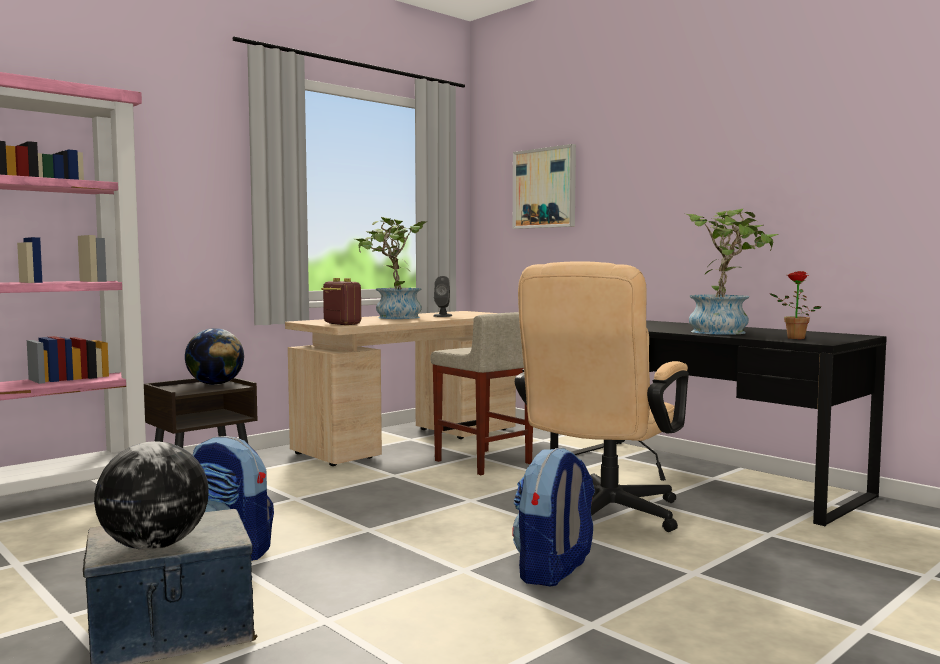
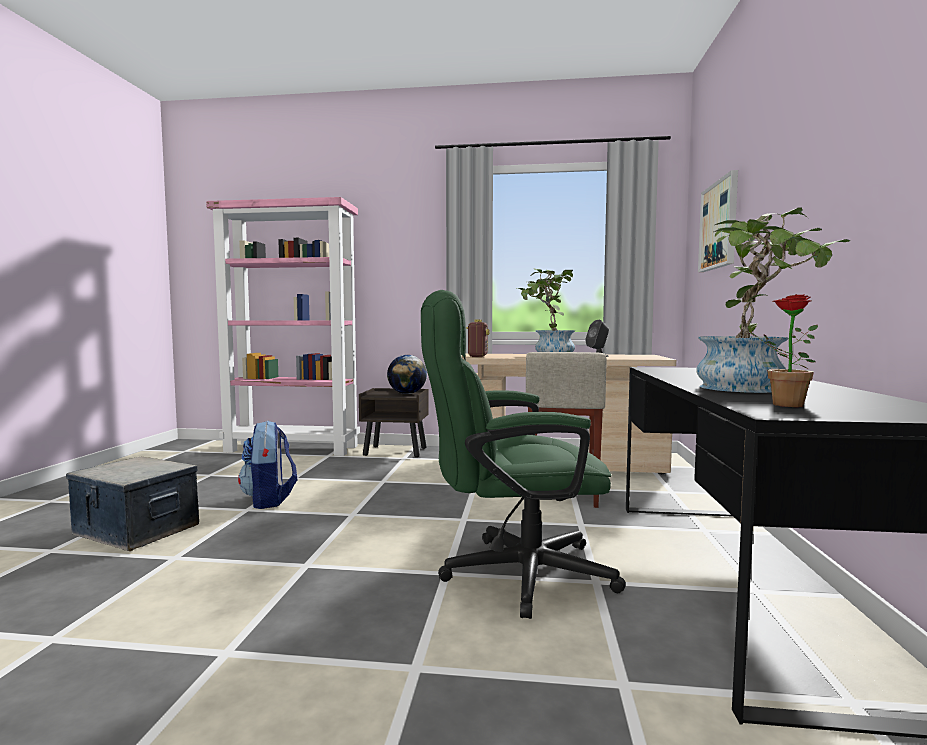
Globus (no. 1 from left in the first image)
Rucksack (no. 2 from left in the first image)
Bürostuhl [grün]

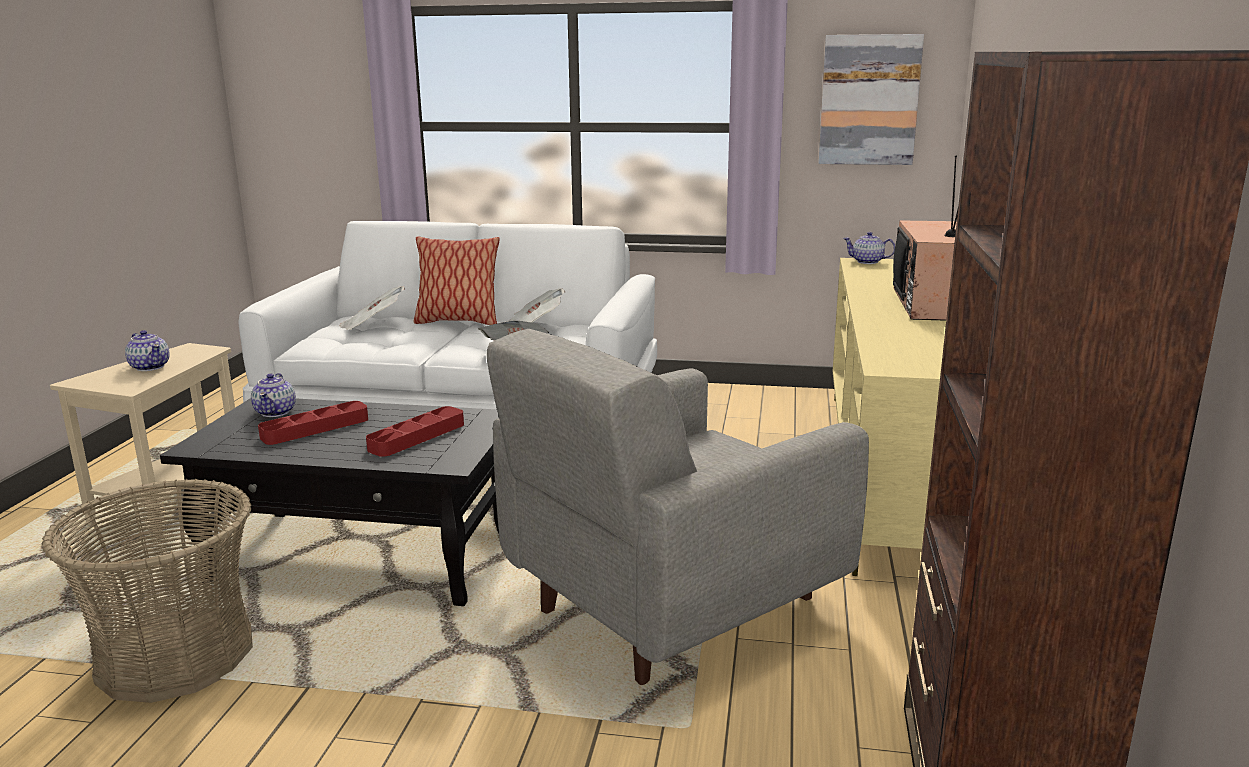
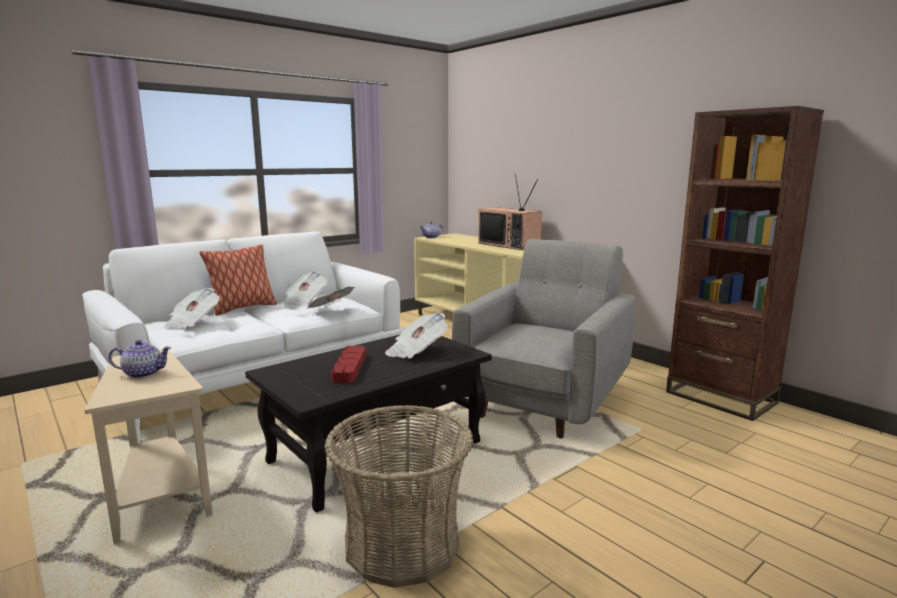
Teekanne (no. 2 from left in the first image)
Zeitung (no. 4 from left)
Sessel [grau]
Bild

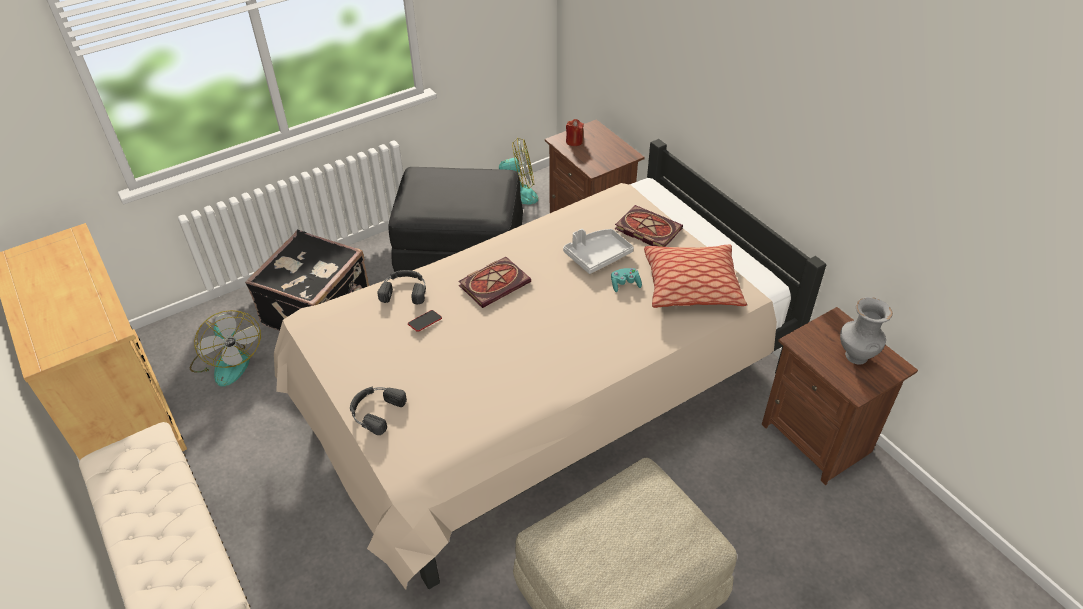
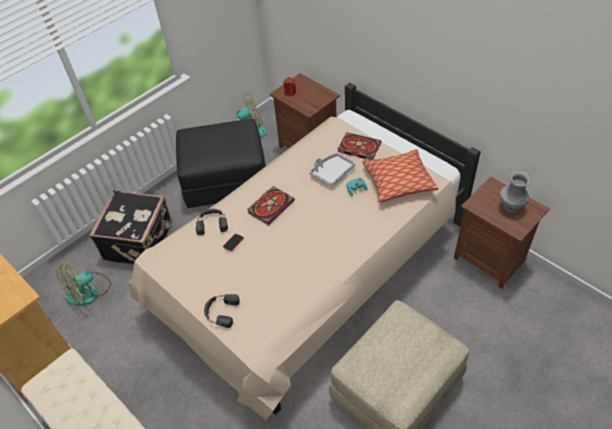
Ventilator (no. 1 from left)

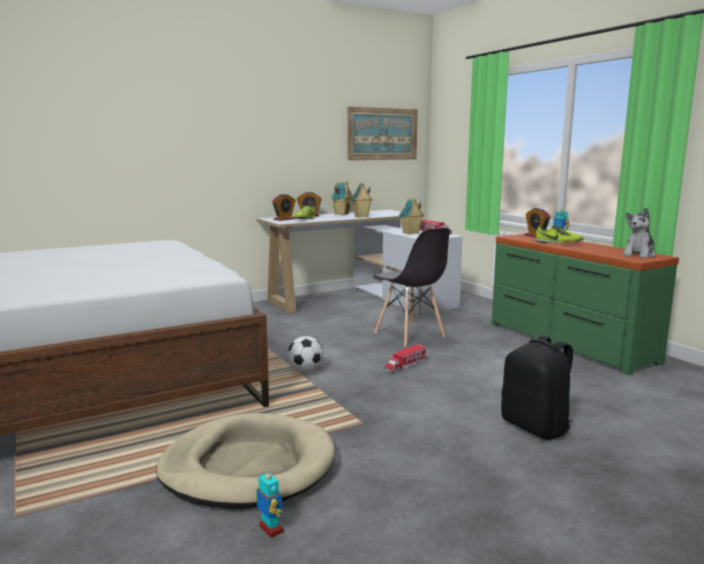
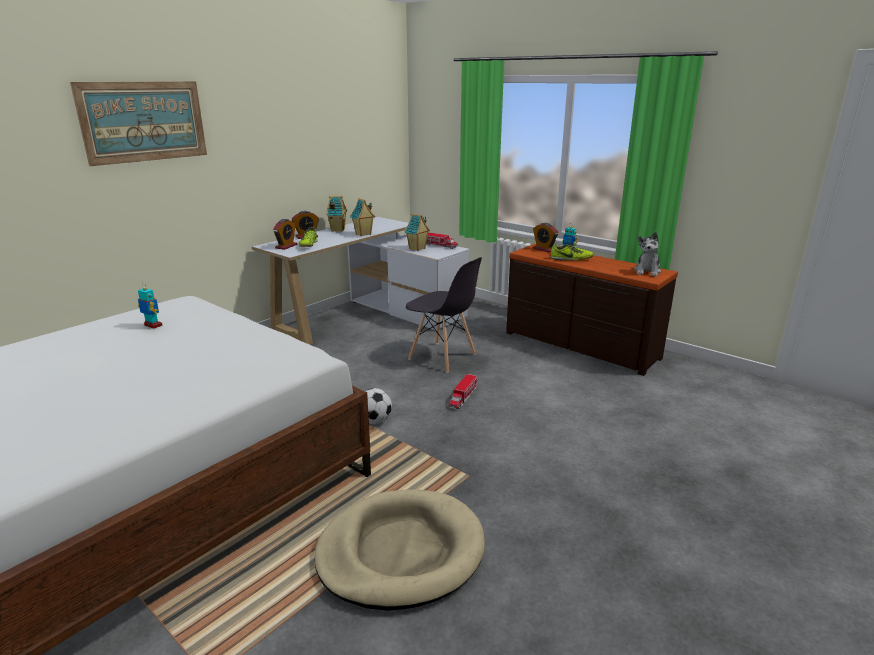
Spielzeugroboter (no. 1 from left)
Bild
Kommode [braun]
Rucksack [schwarz]

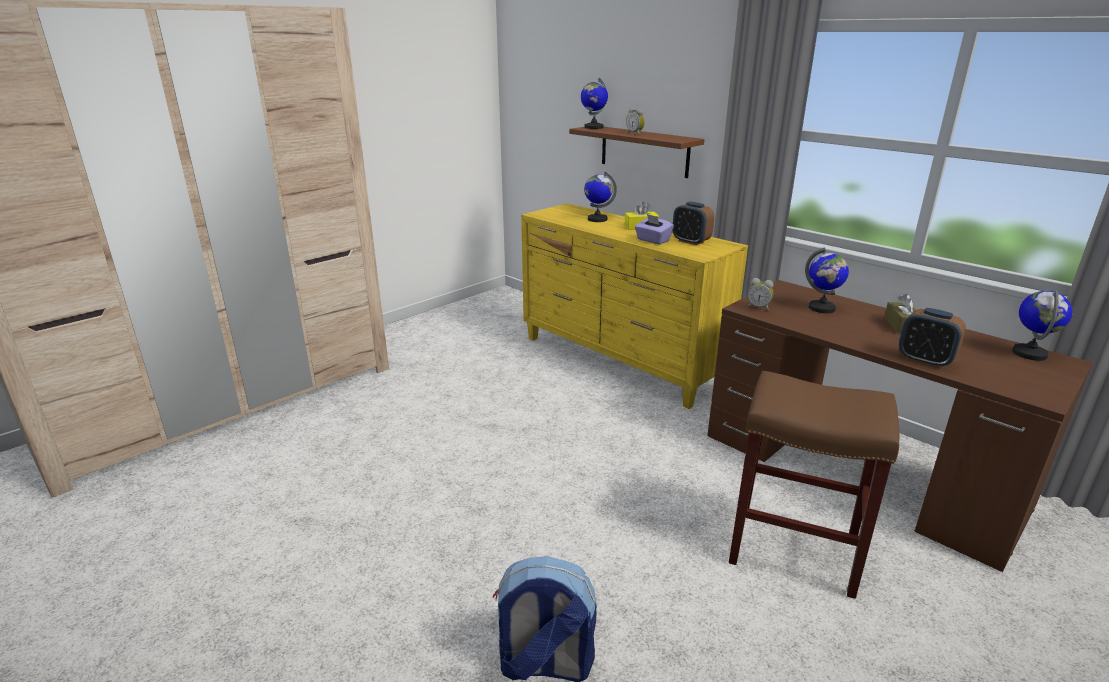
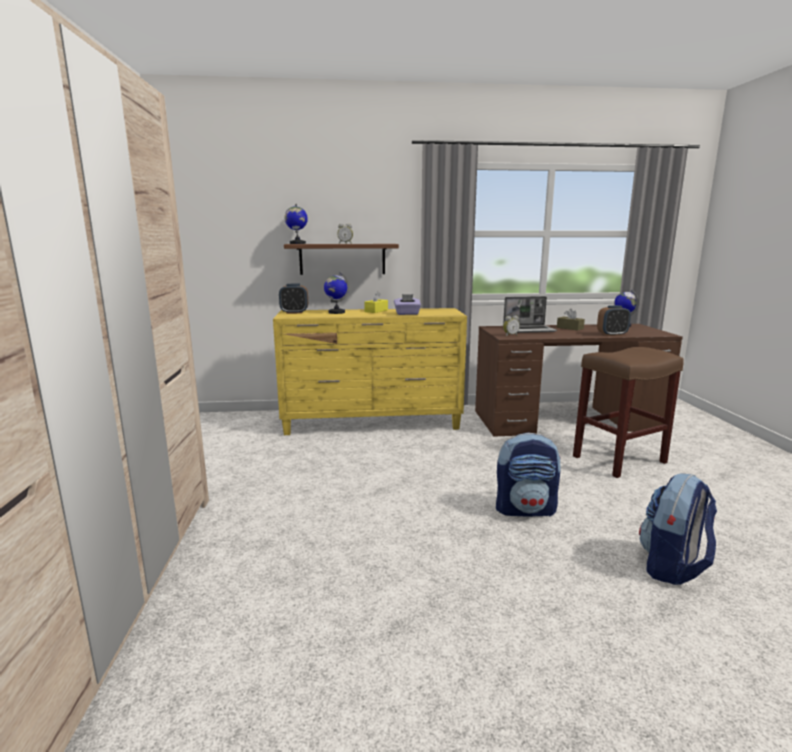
Wecker (no. 1 from left)
Laptop
Rucksack (no. 1 from left)

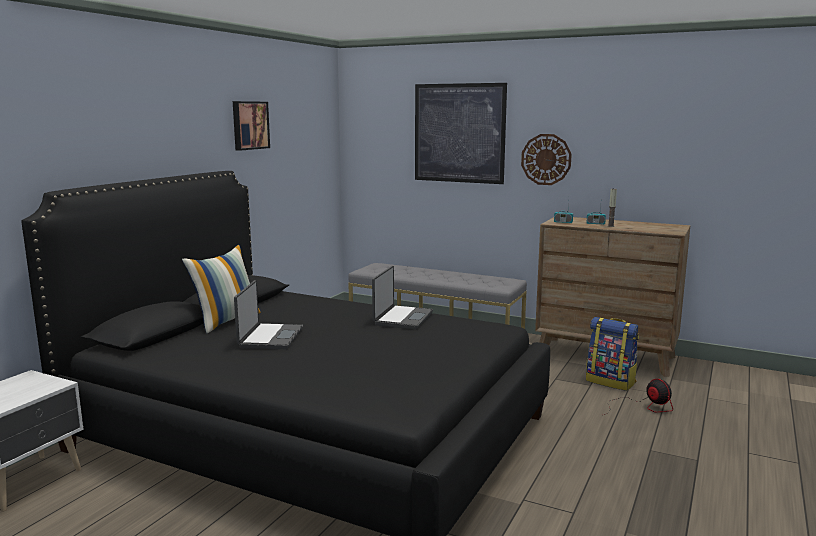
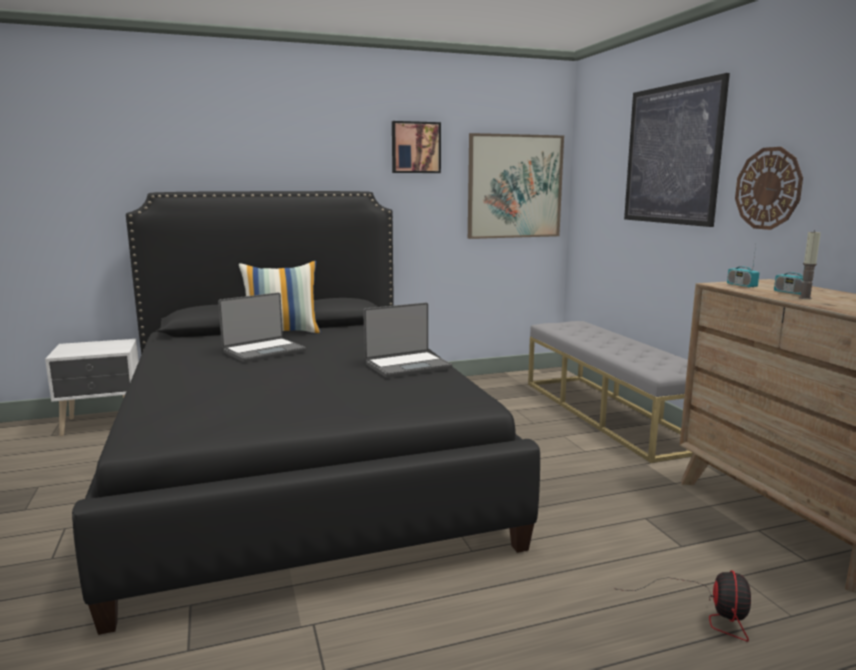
Rucksack
Bild (no. 2 from left)

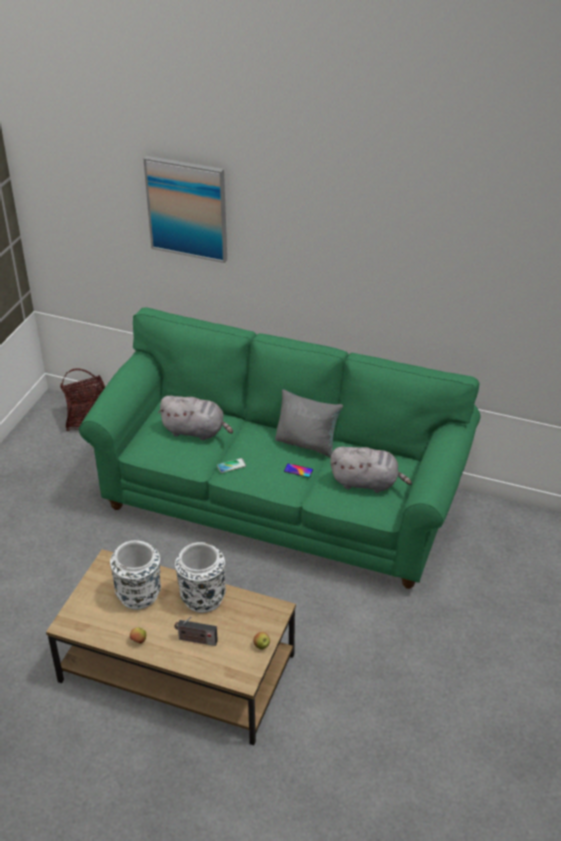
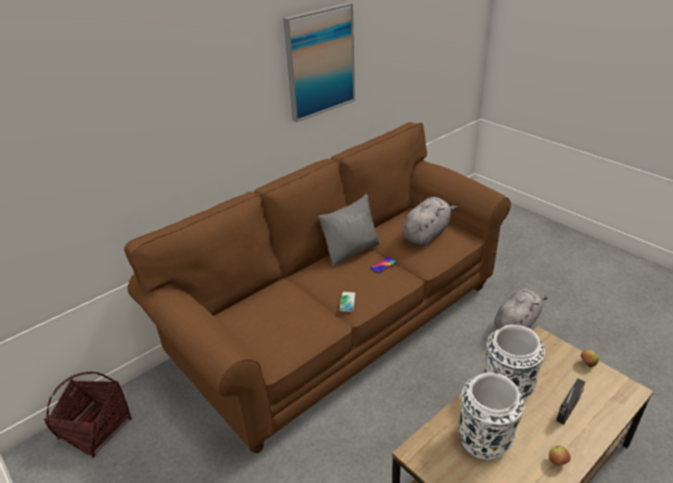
Sofa [braun]
Bild
Plüschtier [grau] (no. 2 from left)

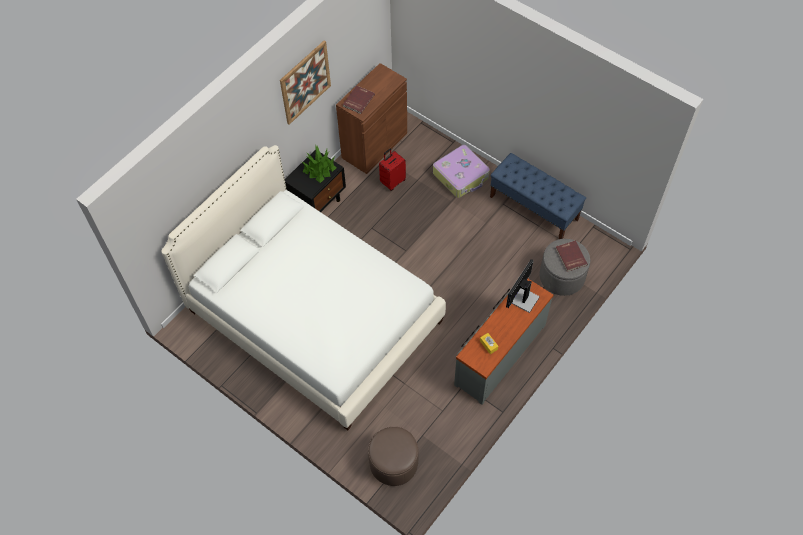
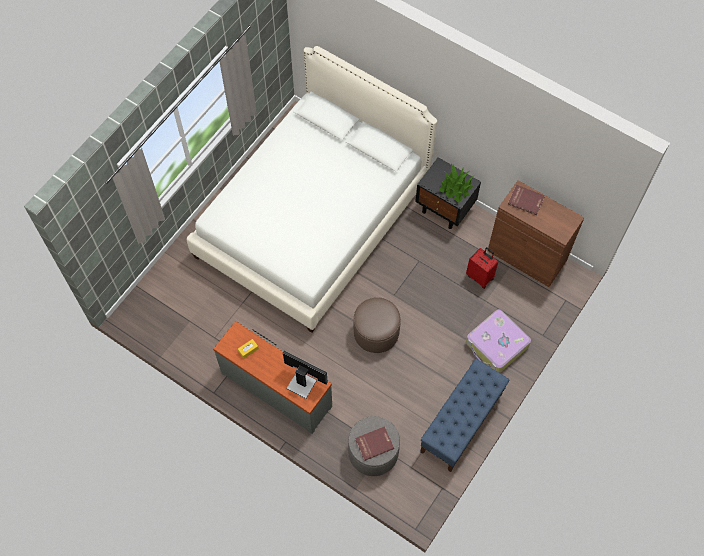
Bild
Polsterhocker [braun]

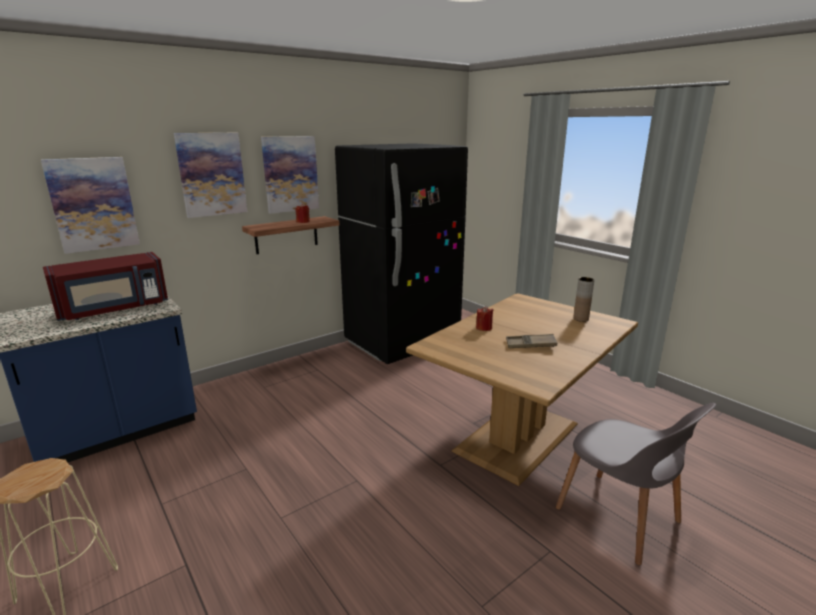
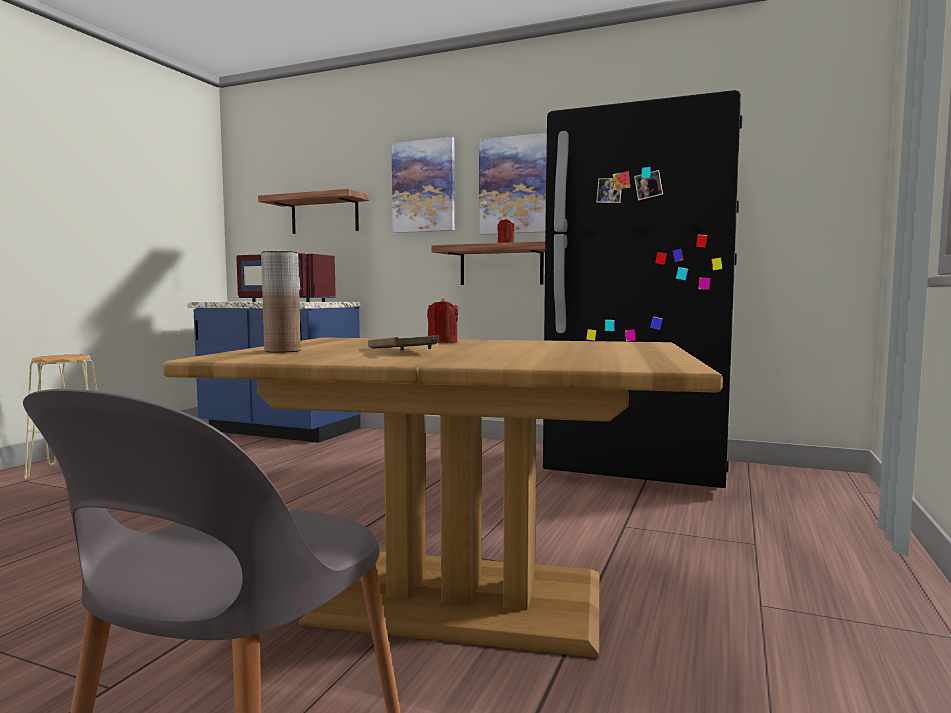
Wandregal (no. 1 from left)
Vase [braun]

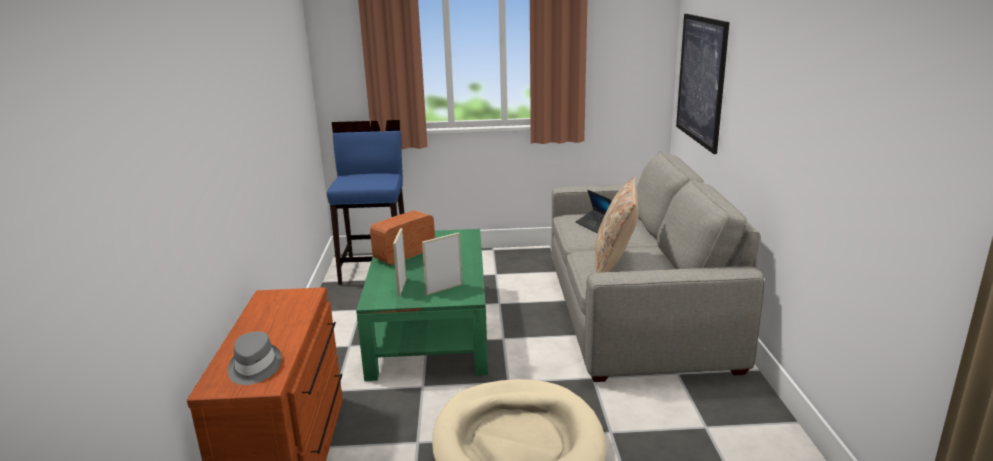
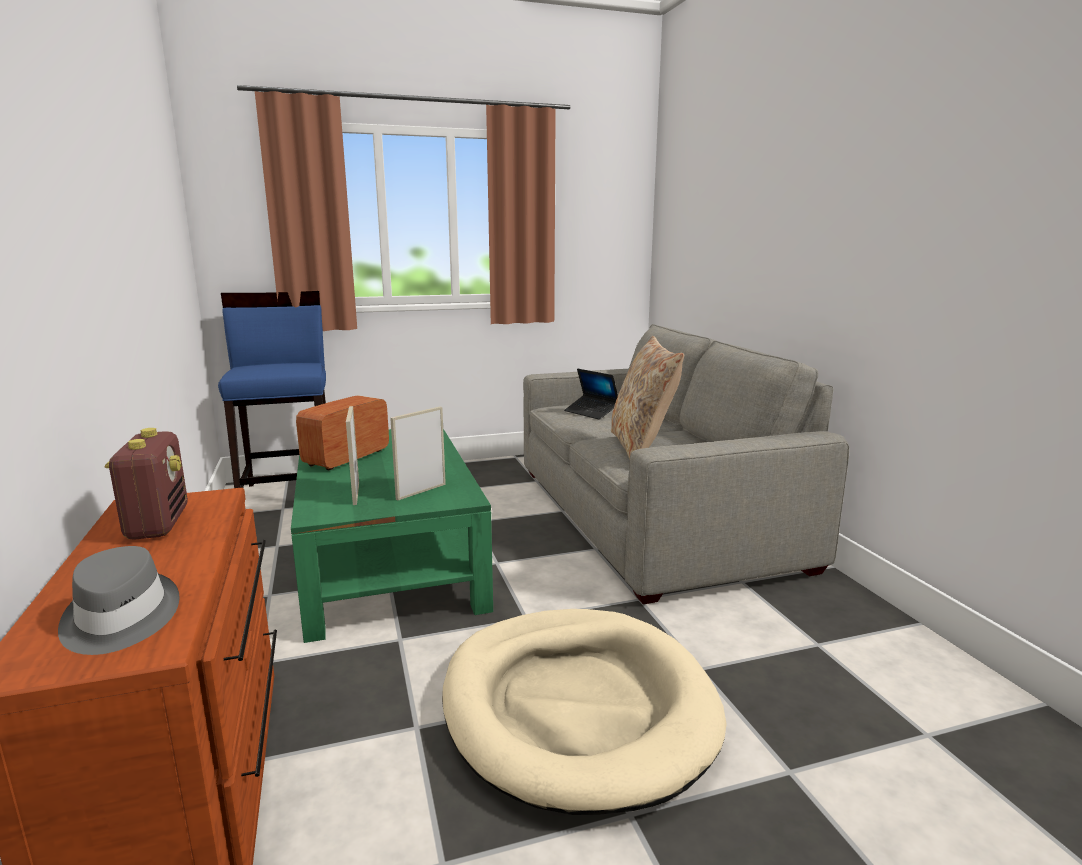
Bild
Radio (no. 1 from left)

